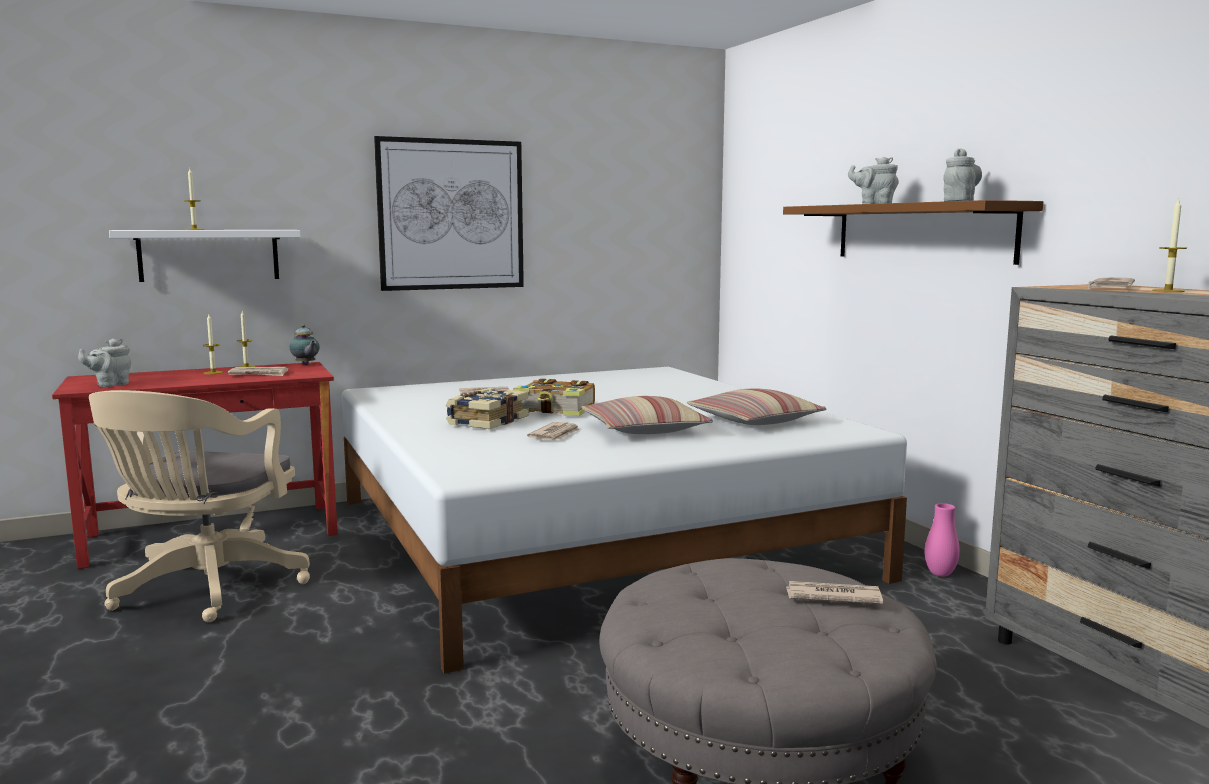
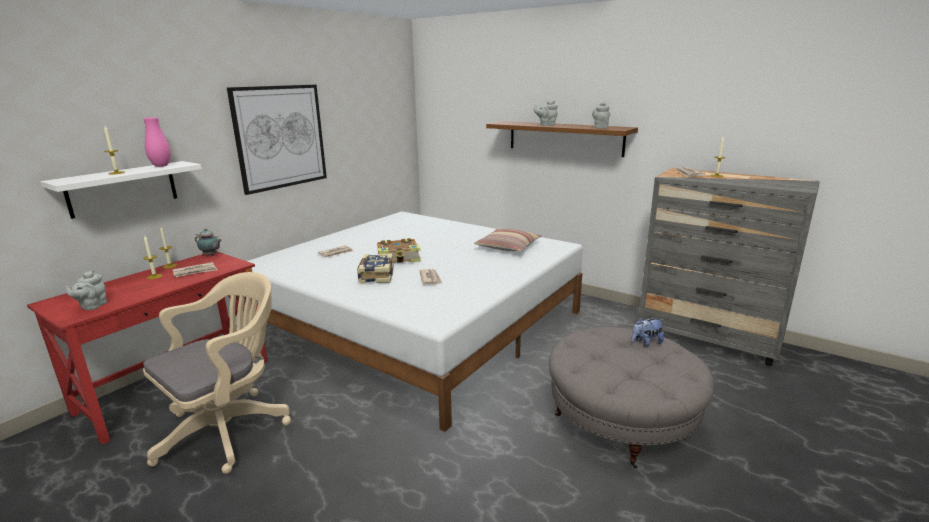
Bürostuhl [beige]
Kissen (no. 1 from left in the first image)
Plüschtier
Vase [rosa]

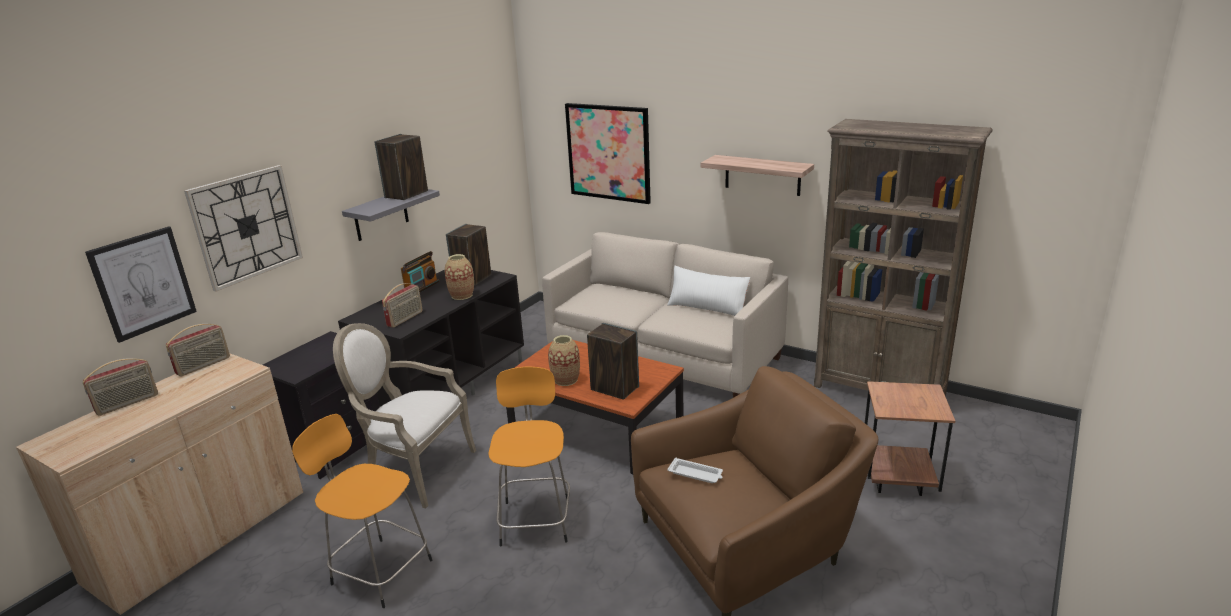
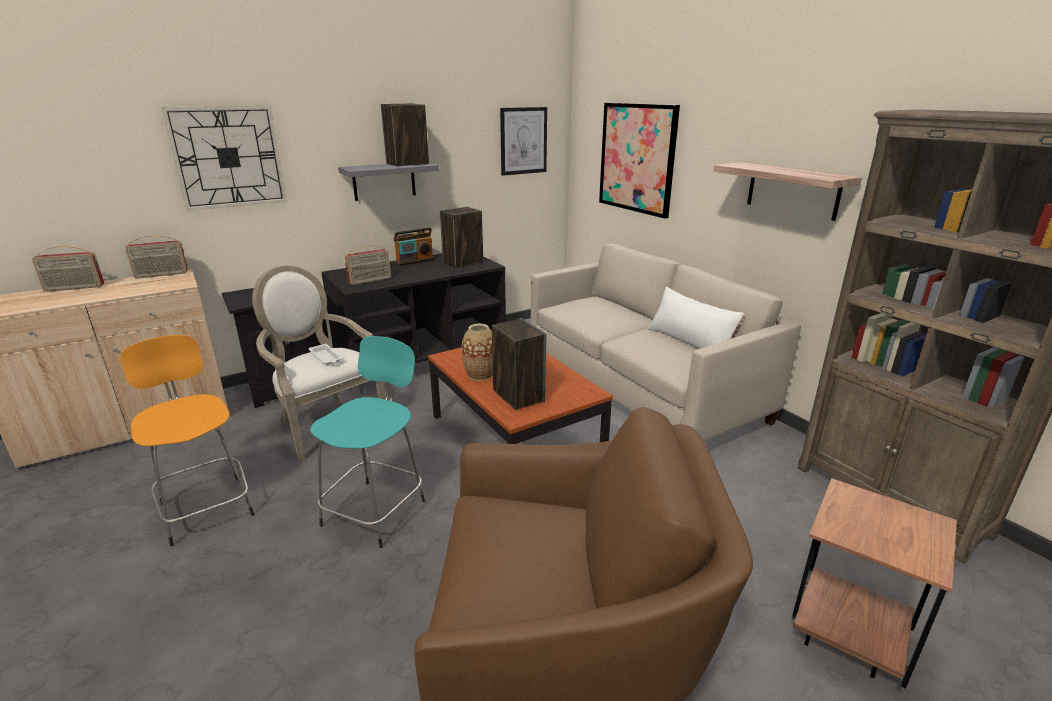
Bild (no. 1 from left)
Vase (no. 1 from left in the first image)
Hocker [türkis]
Tablett [weiß]

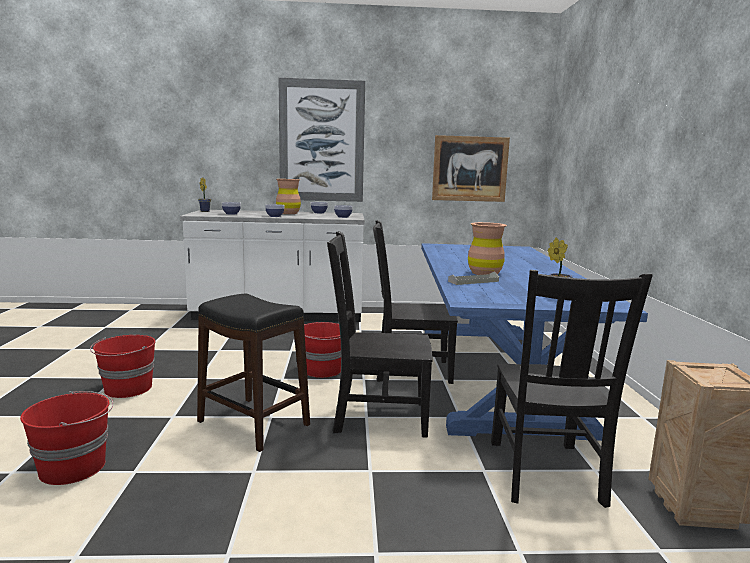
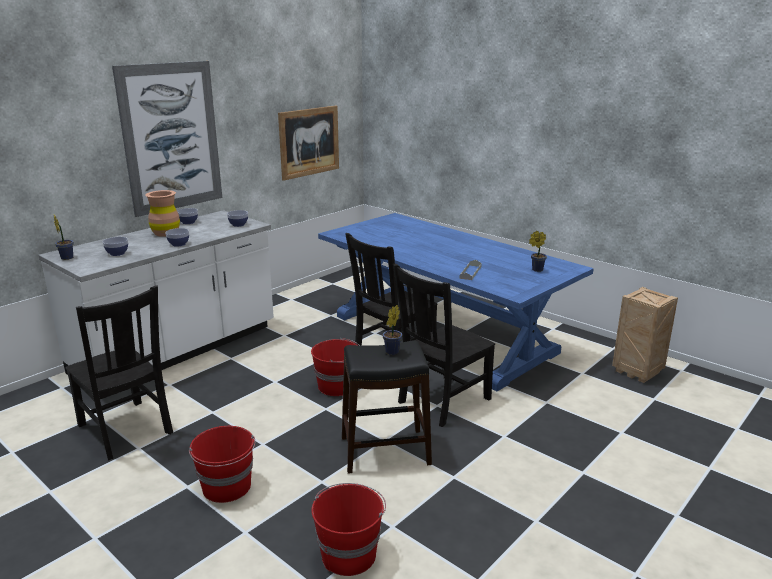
Vase [braun] (no. 2 from left in the first image)
Stuhl [schwarz] (no. 1 from left)
Topfpflanze (no. 2 from left)

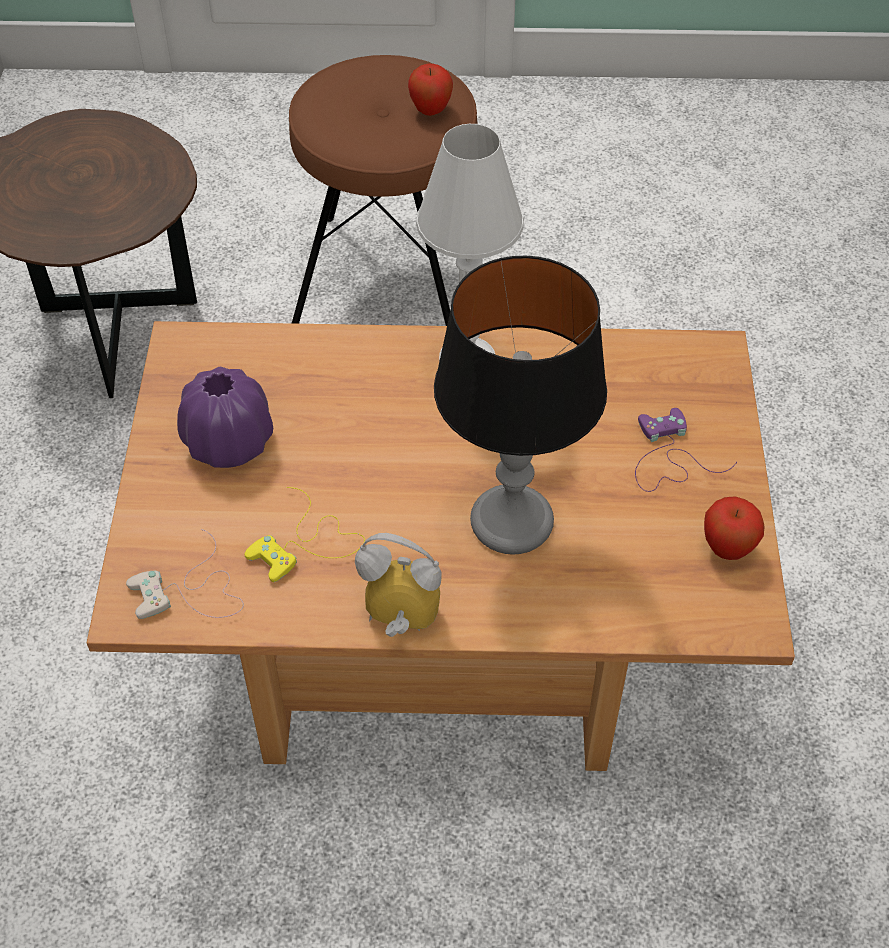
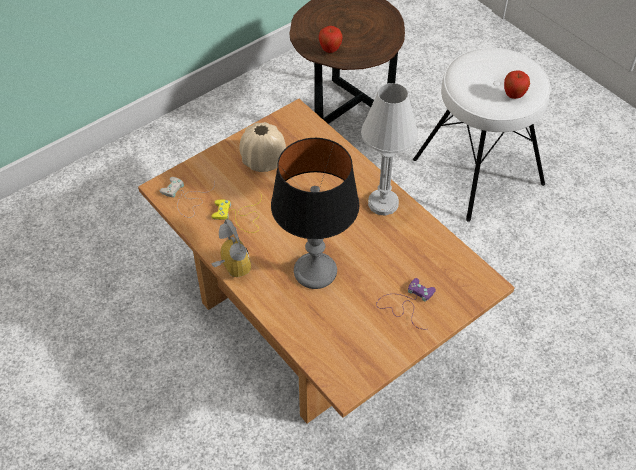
Vase [beige]
Hocker [weiß]
Apfel (no. 1 from left)

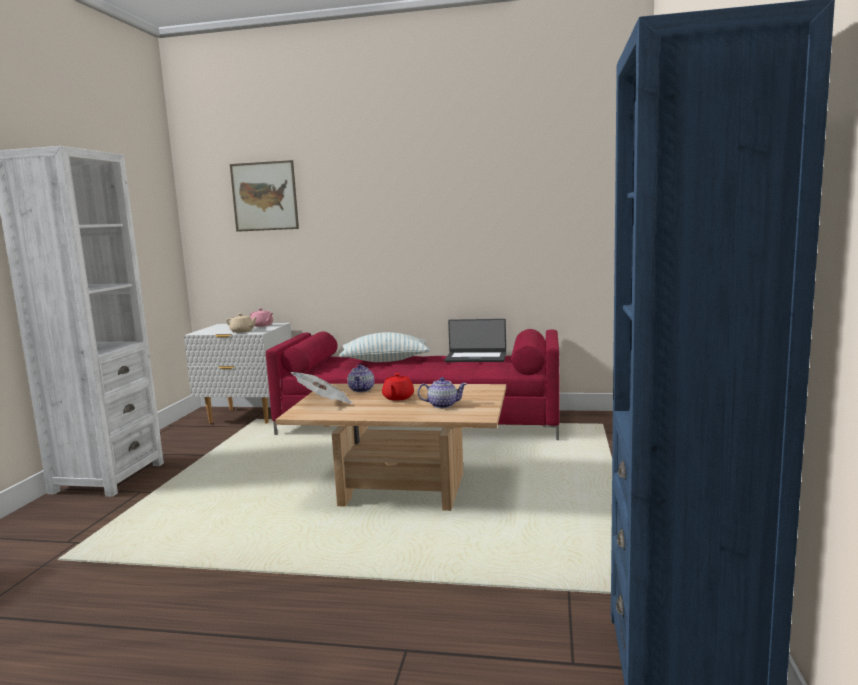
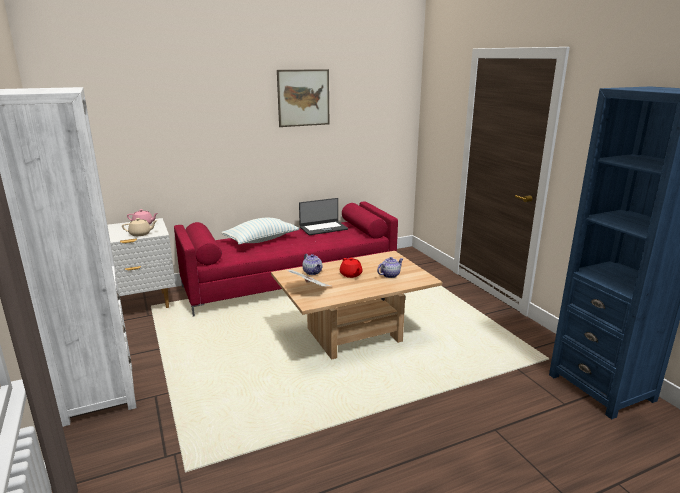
Bild

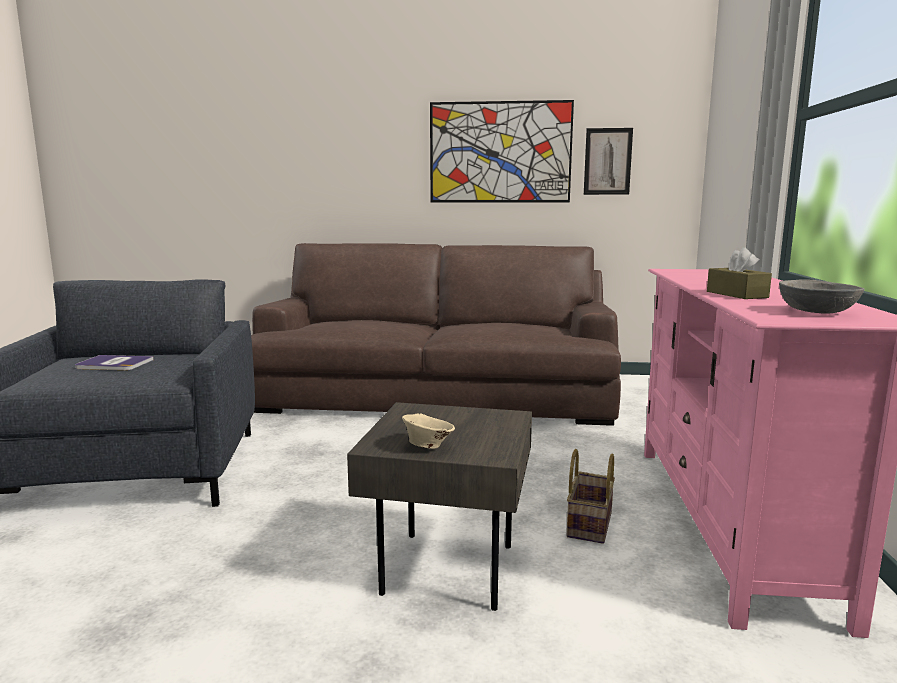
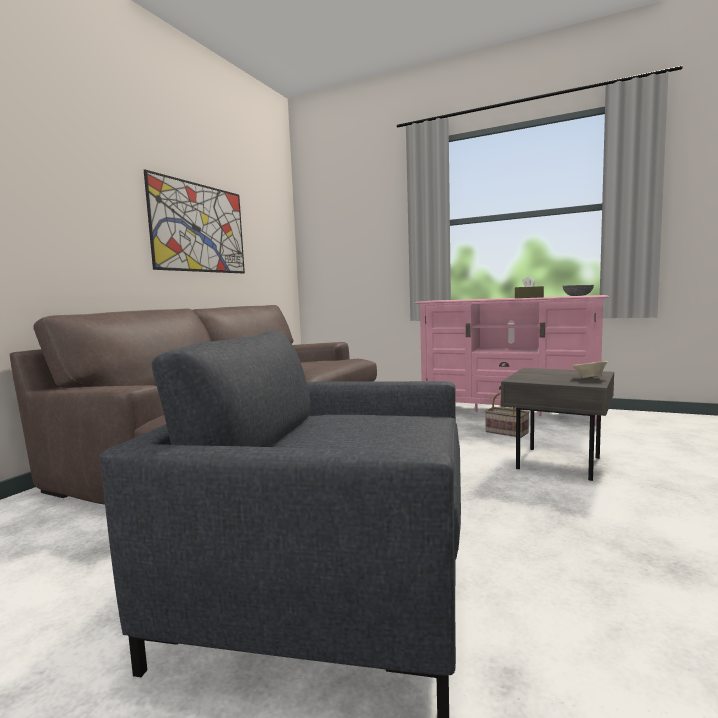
Buch
Bild (no. 2 from left in the first image)

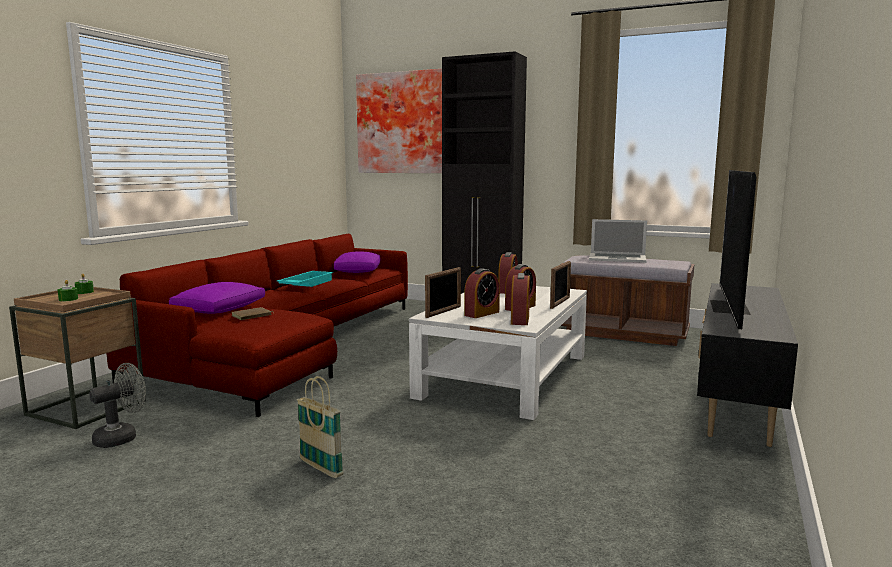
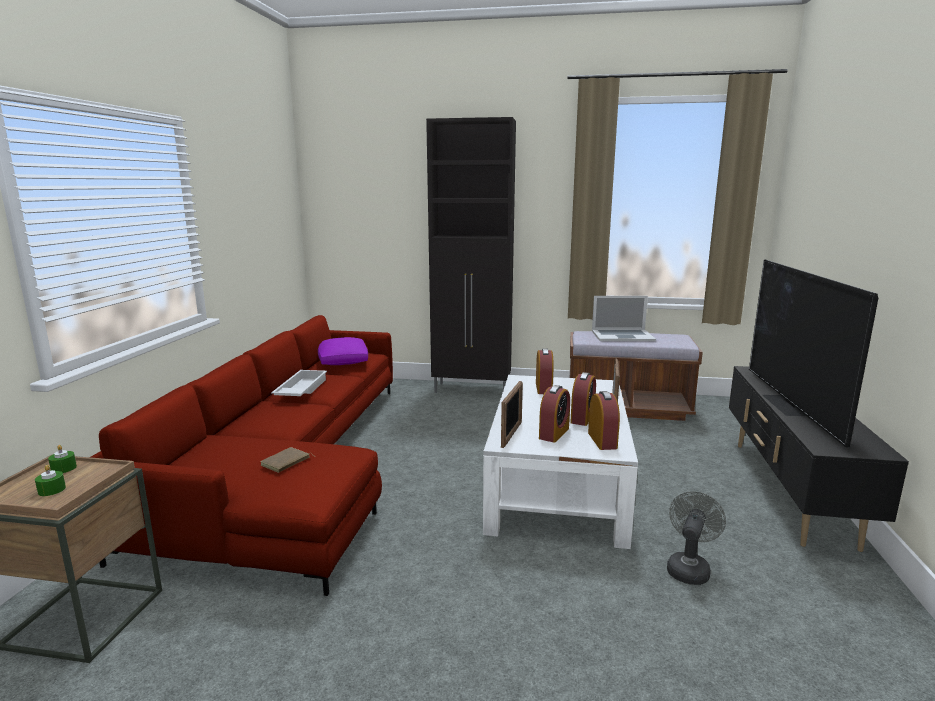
Ventilator [grau]
Kissen [lila] (no. 1 from left in the first image)
Tablett [weiß]
Korb
Bild

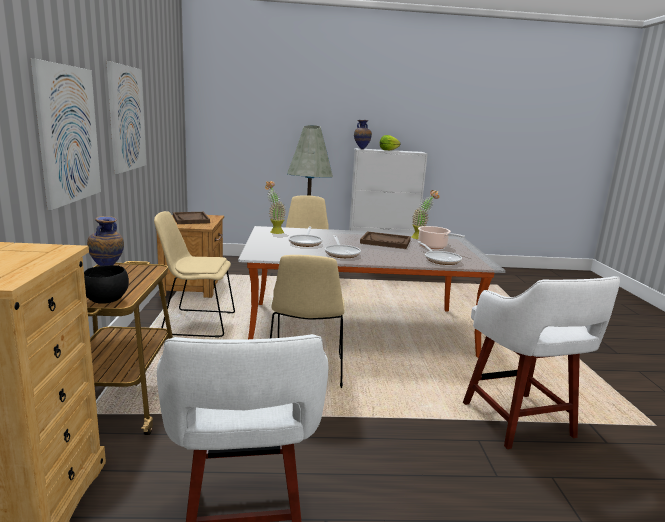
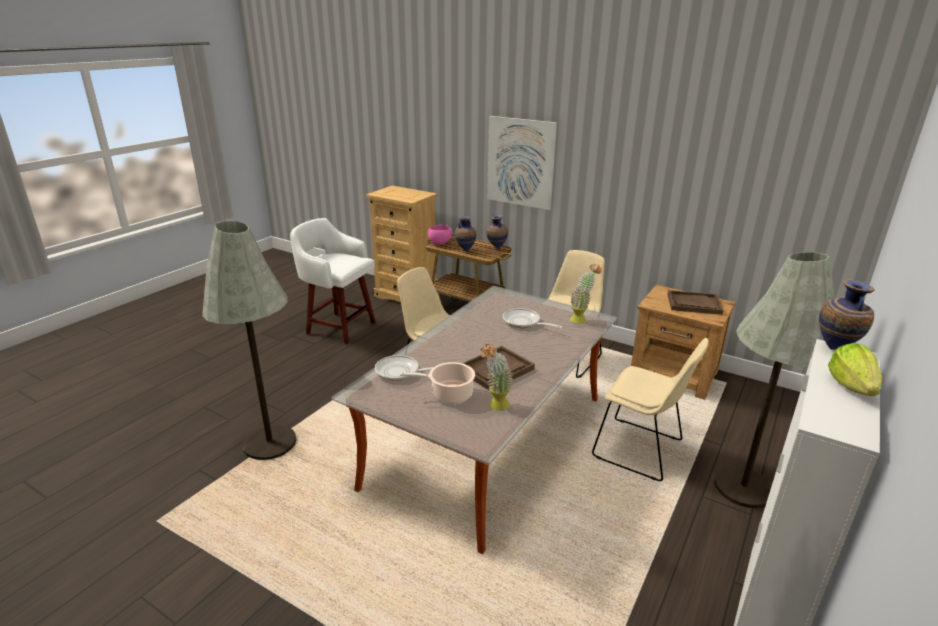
Schüssel [rosa]
Bild (no. 2 from left in the first image)
Pfanne (no. 2 from left in the first image)
Stehlampe [grau] (no. 1 from left)
Vase (no. 1 from left)

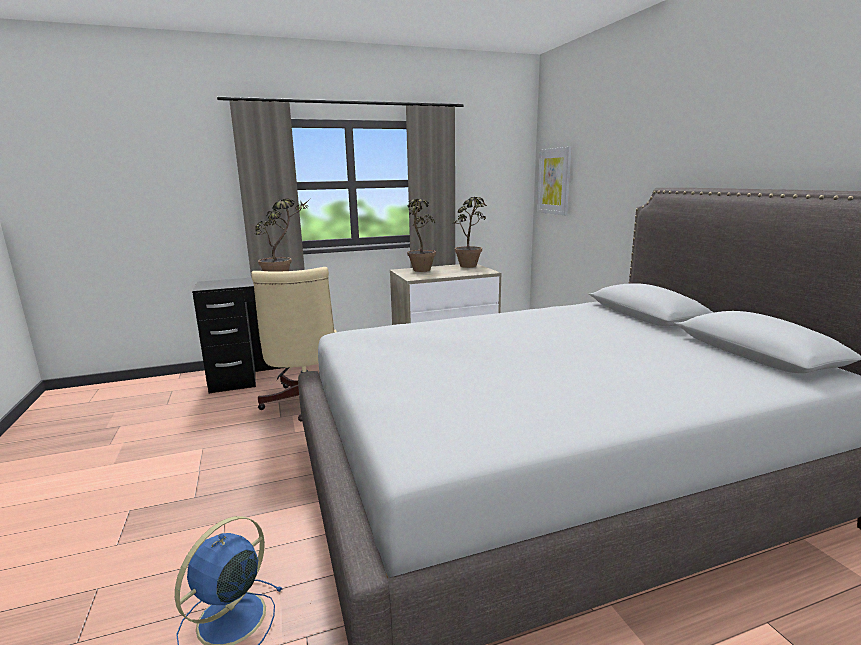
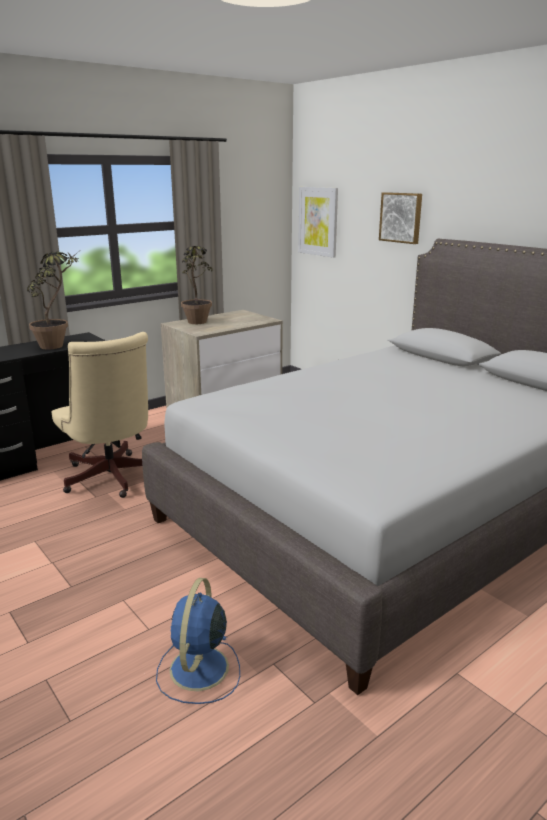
Topfpflanze (no. 3 from left in the first image)
Bild (no. 2 from left)

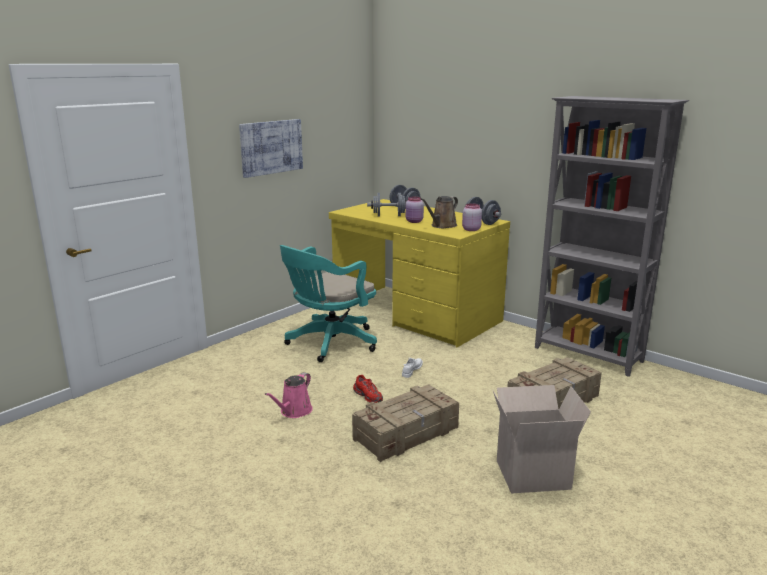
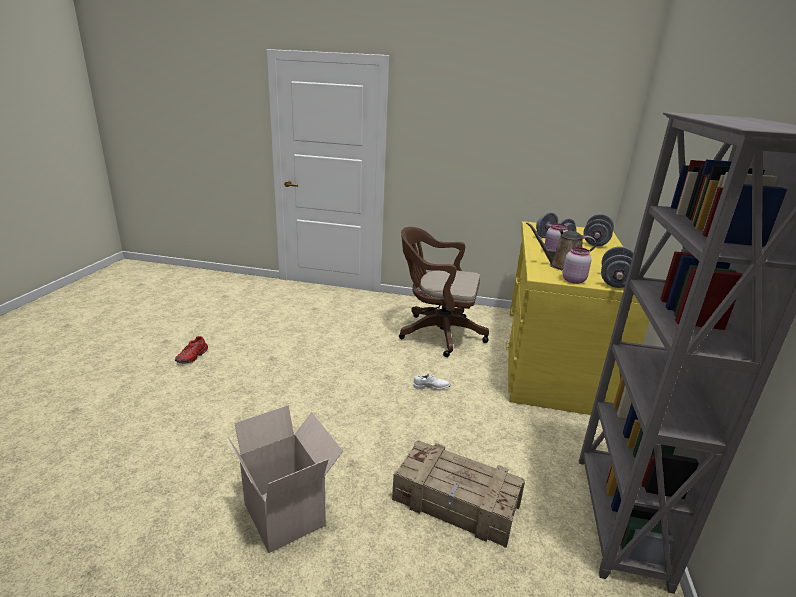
Bild
Gießkanne [rosa]
Bürostuhl [braun]
Kiste (no. 1 from left in the first image)
Schuh [rot]

